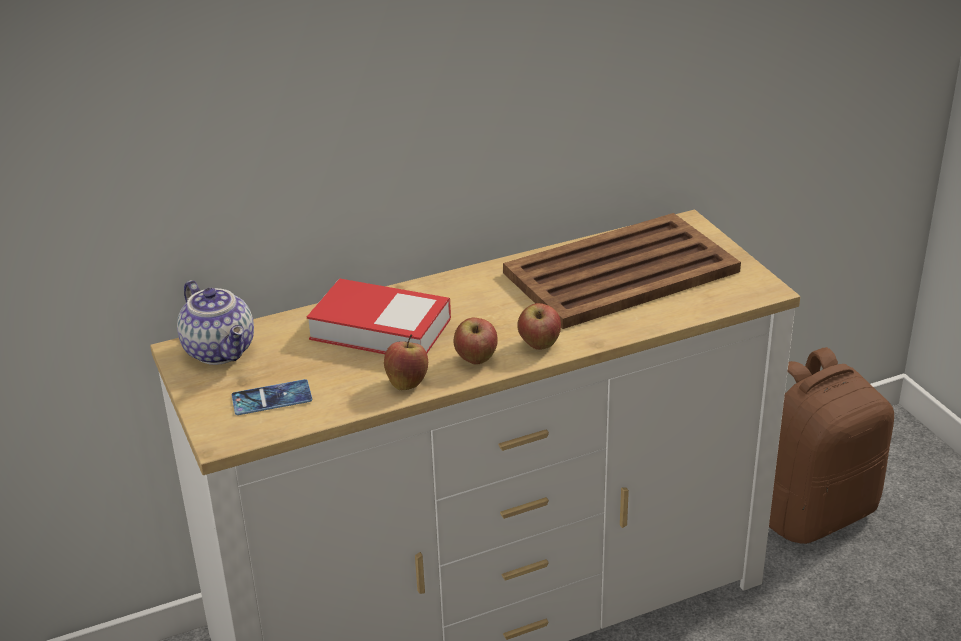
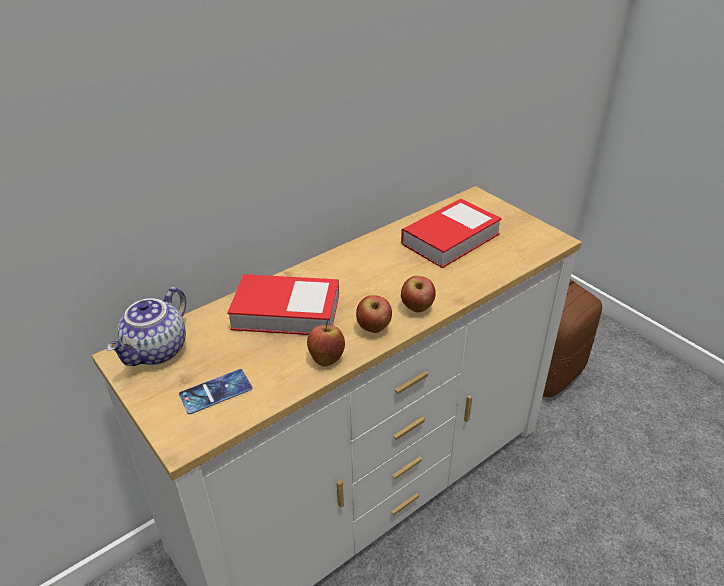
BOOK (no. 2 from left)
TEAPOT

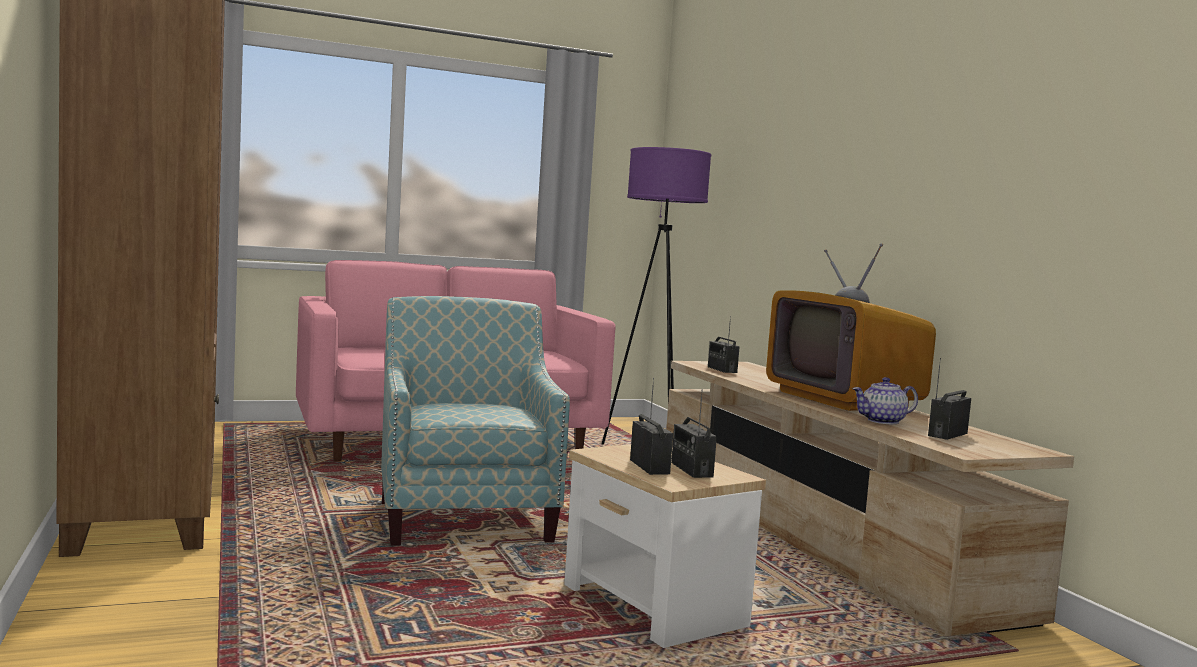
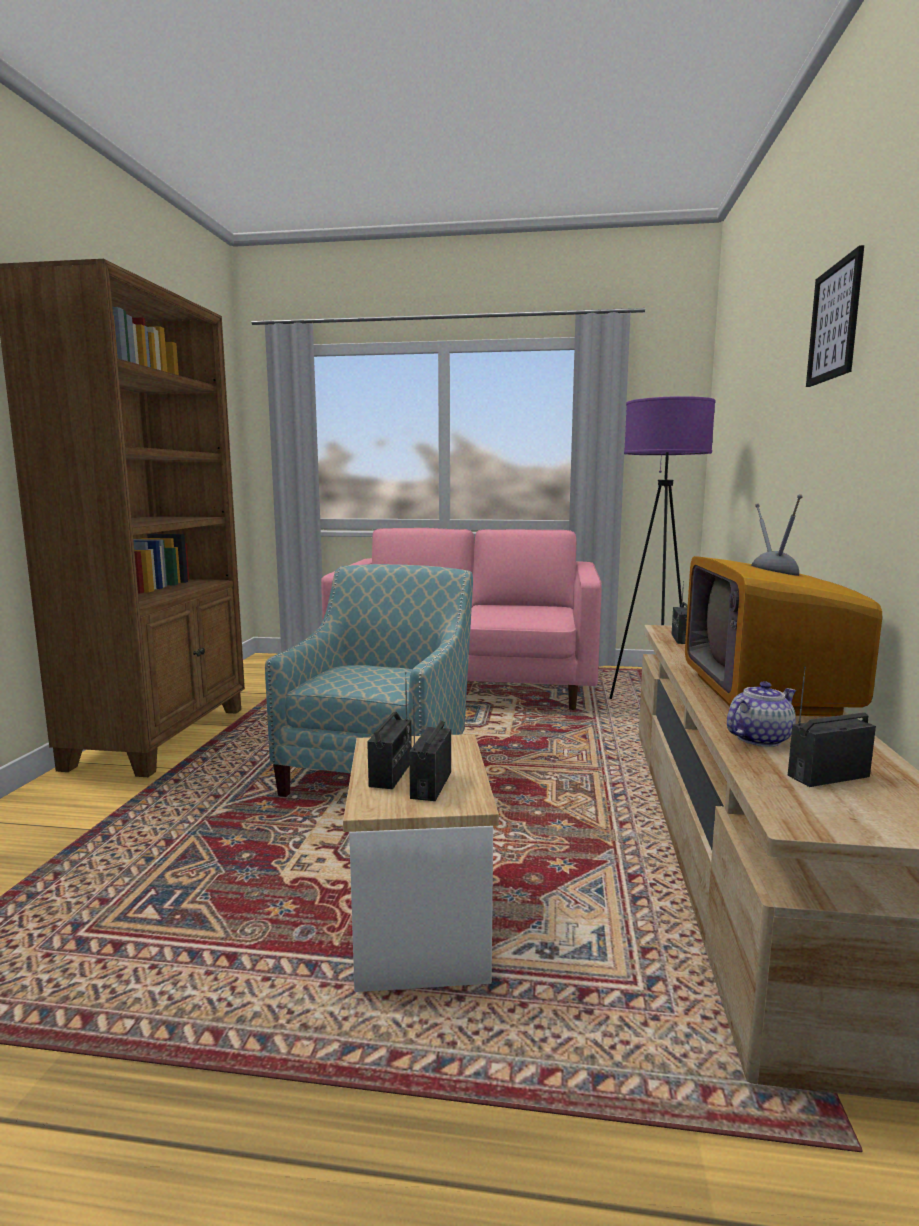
PICTURE
TEAPOT

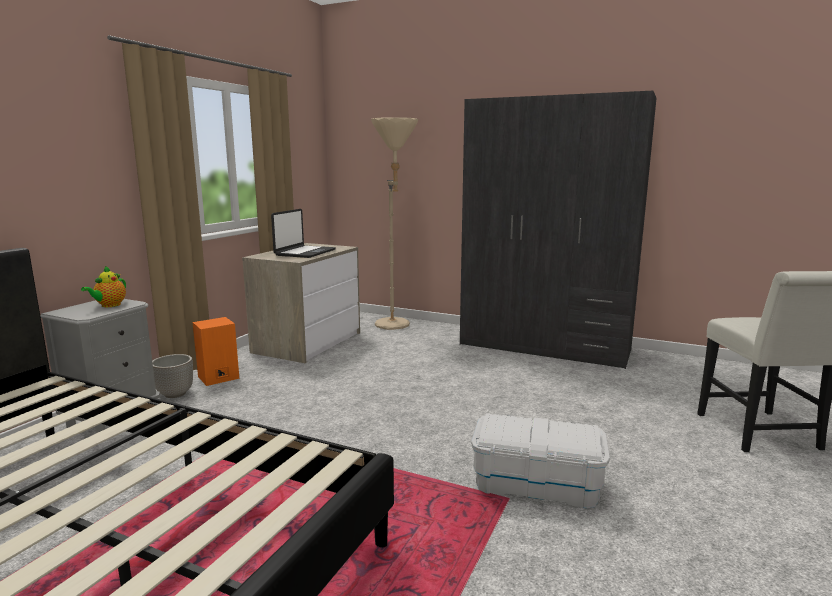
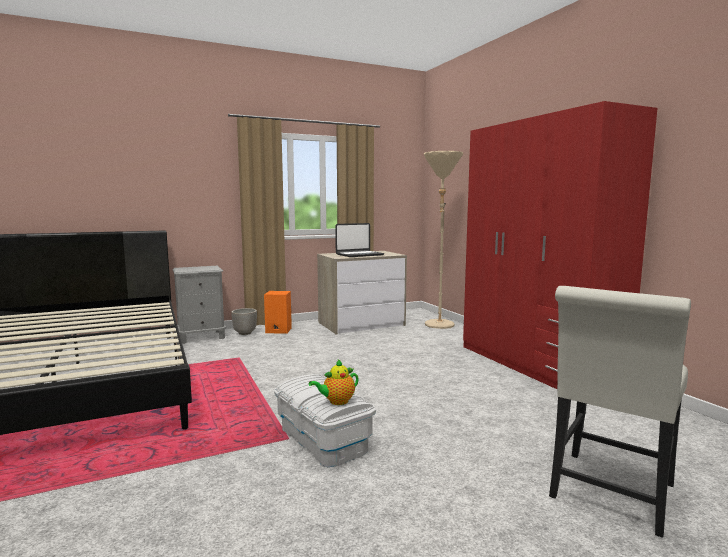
TEAPOT
RED WARDROBE

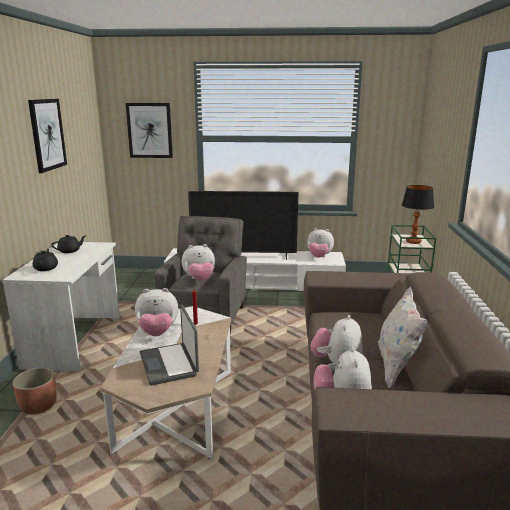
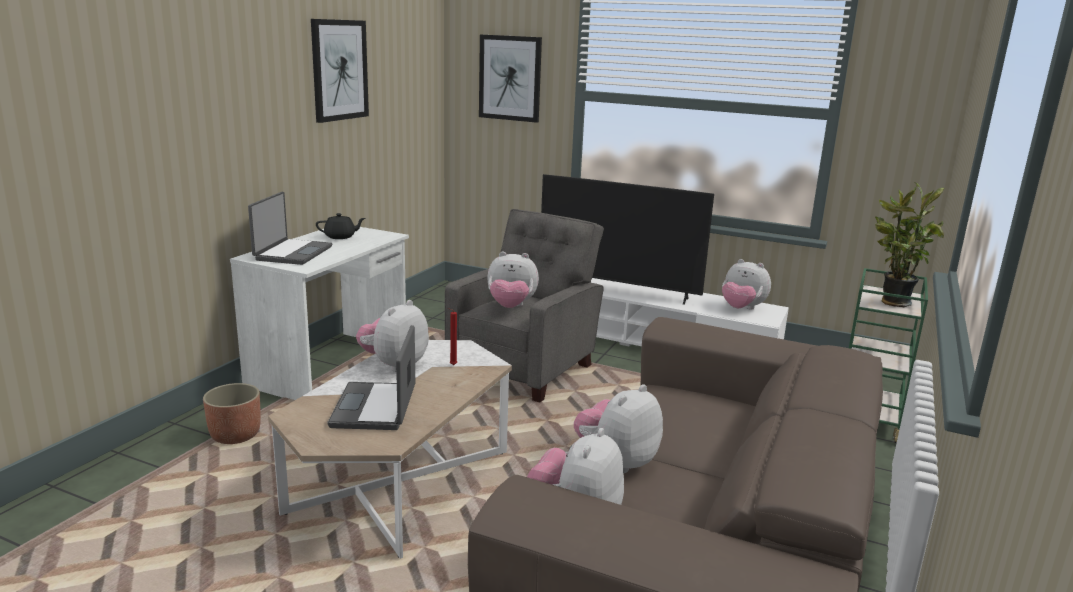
WHITE PILLOW
LAPTOP (no. 1 from left)
POTTED PLANT
PLUSH TOY (no. 1 from left)

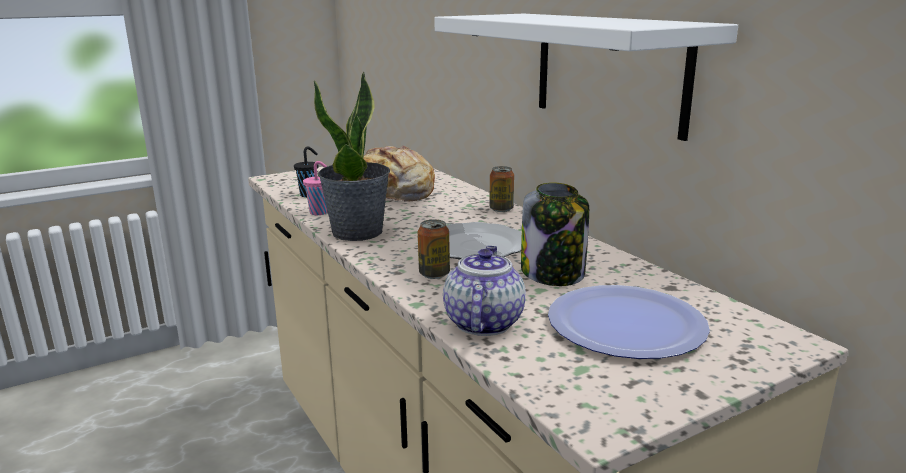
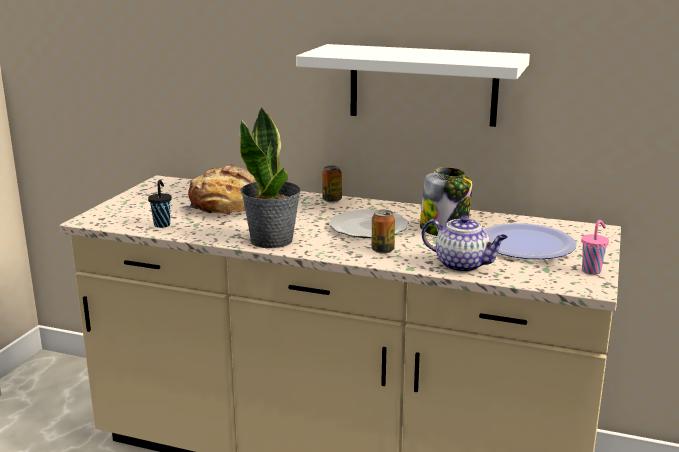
PINK CUP
TEAPOT

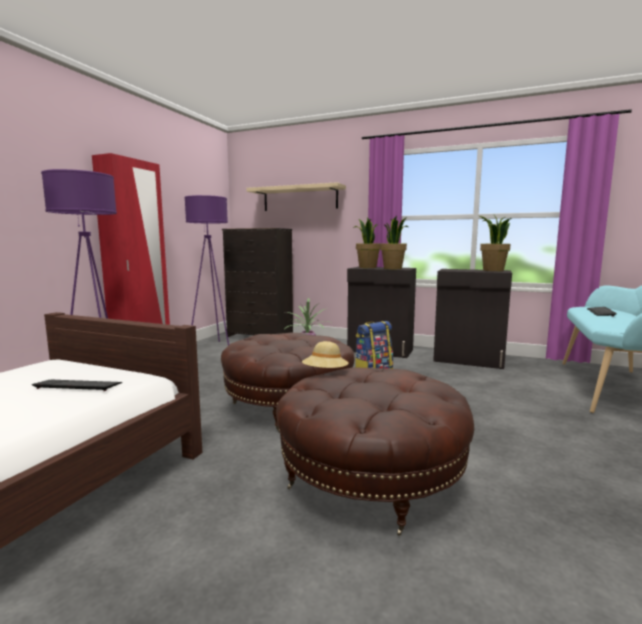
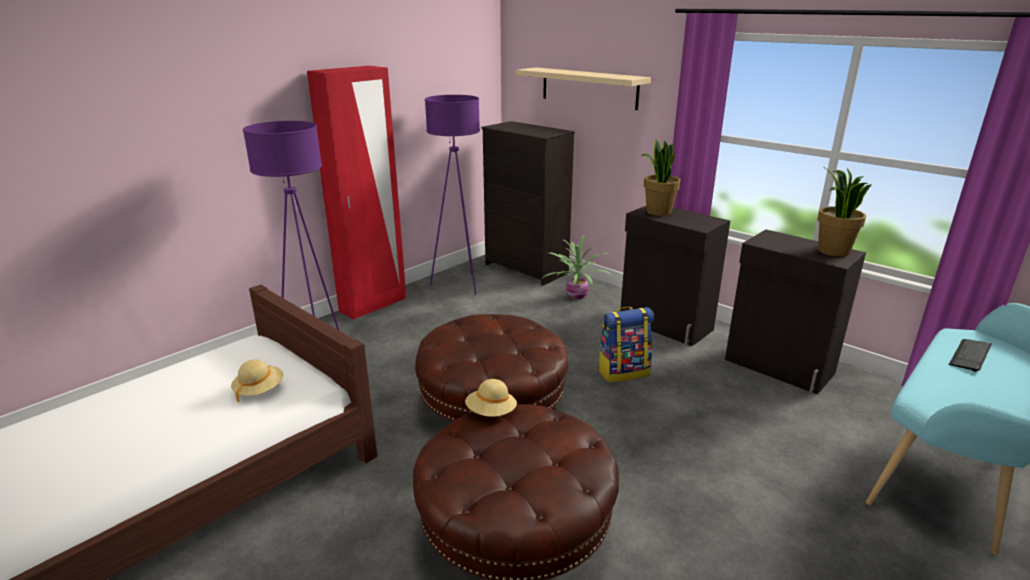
POTTED PLANT (no. 3 from left in the first image)
BEIGE HAT (no. 1 from left)

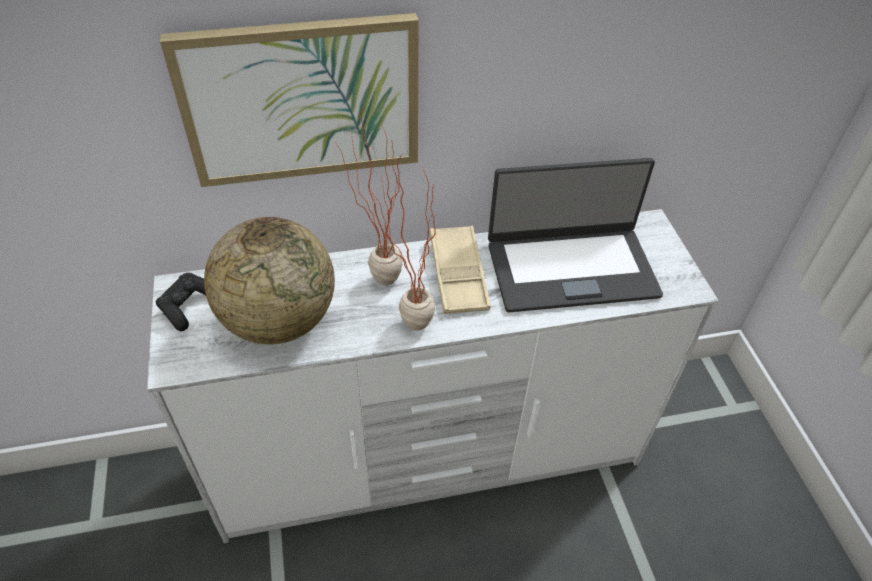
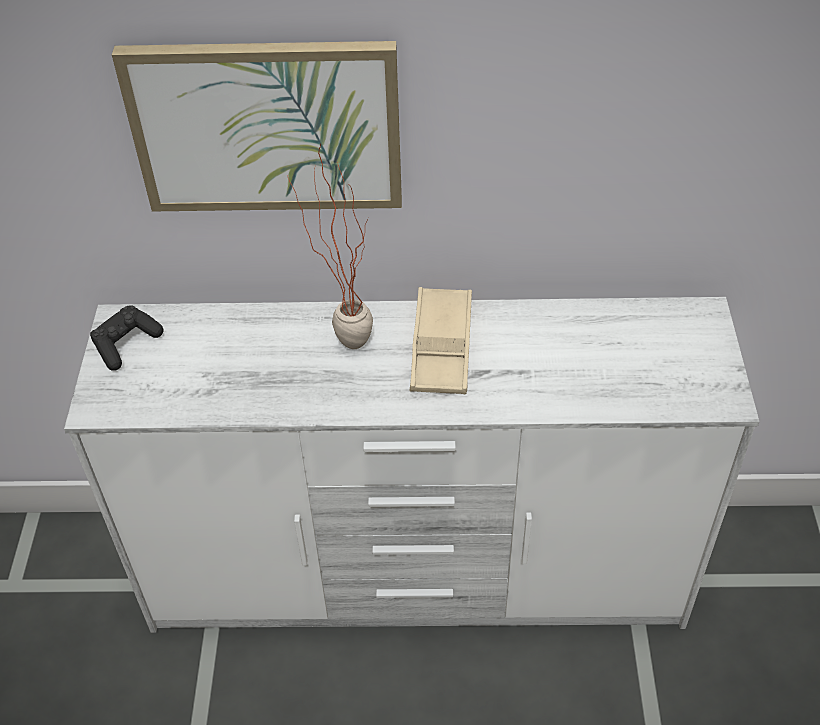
GLOBE
POTTED PLANT (no. 2 from left in the first image)
LAPTOP

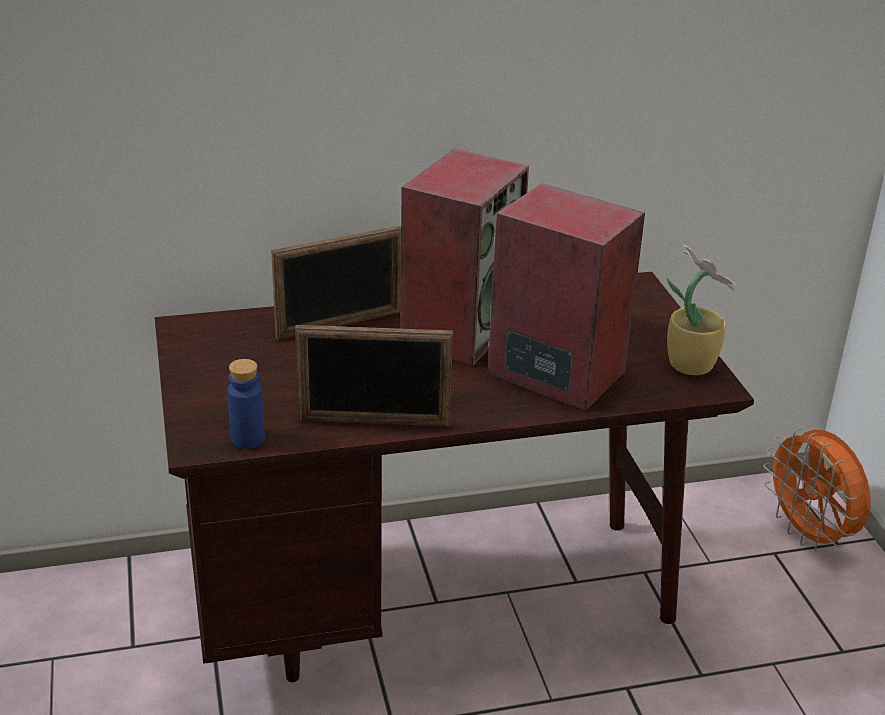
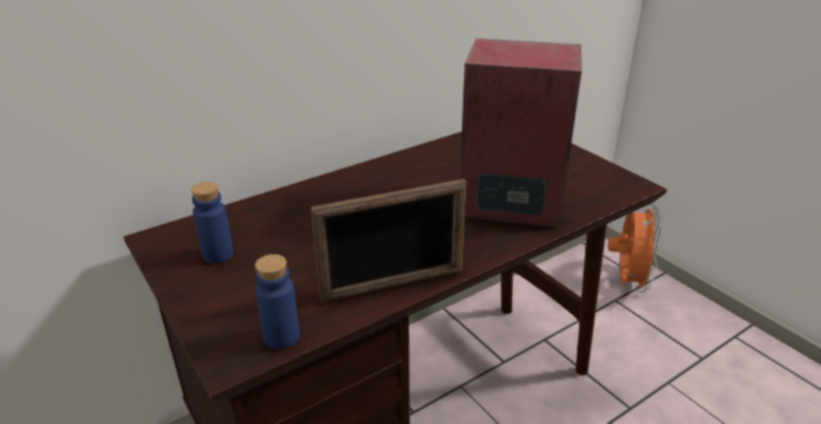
PICTURE FRAME (no. 1 from left in the first image)
SPEAKER (no. 1 from left in the first image)
POTTED PLANT
BLUE BOTTLE (no. 1 from left)
ORANGE FAN

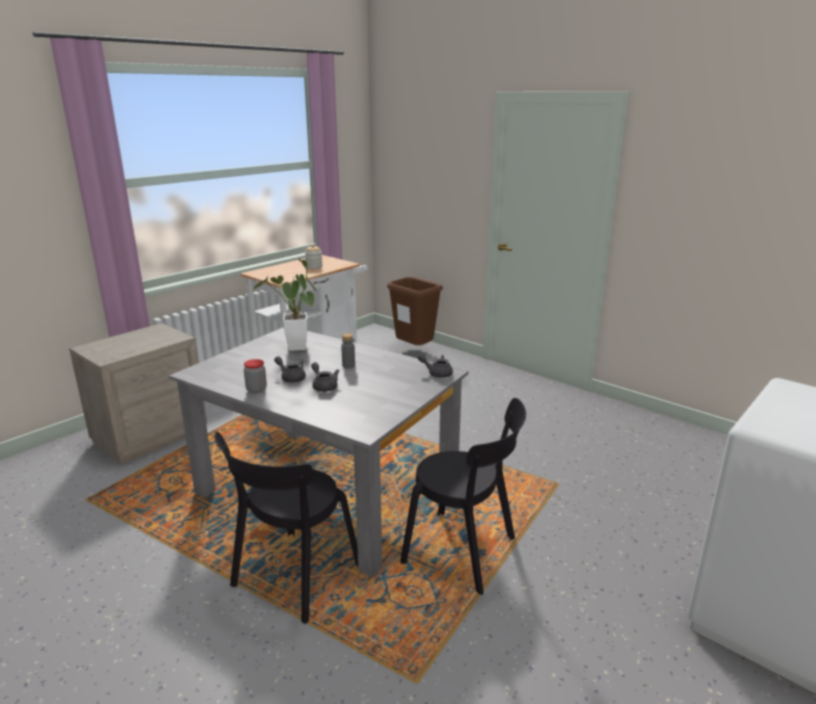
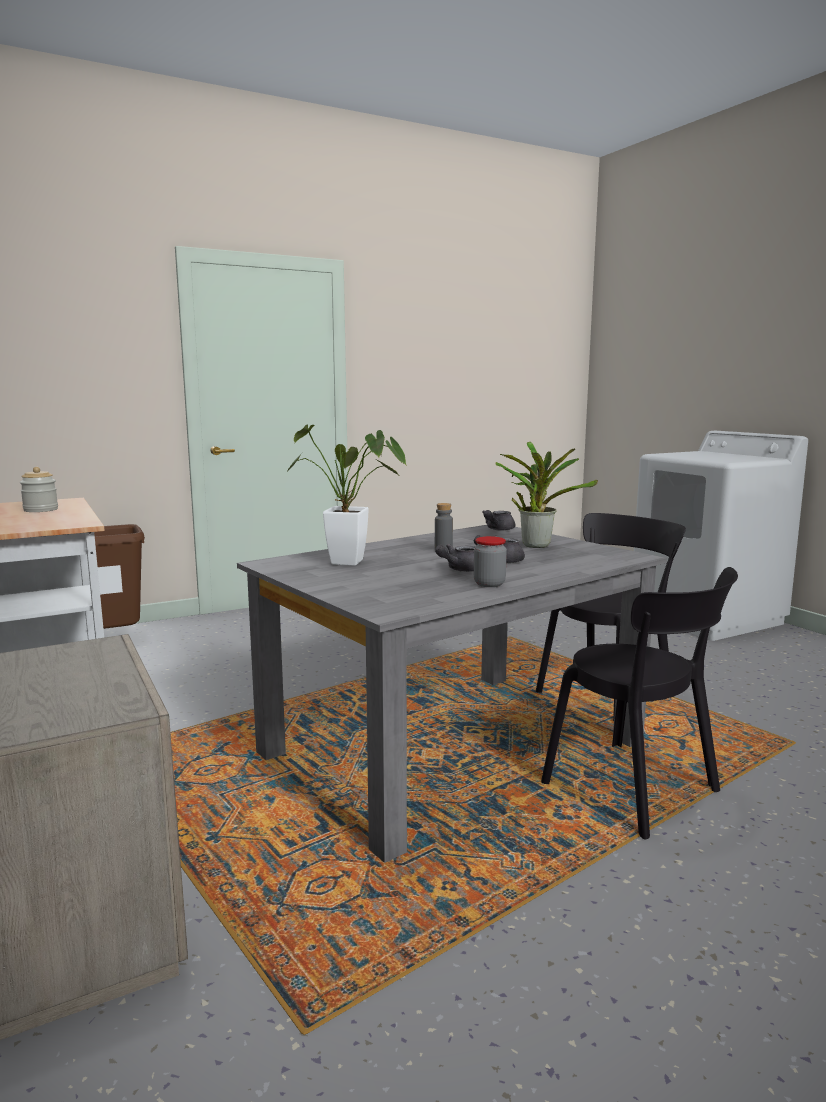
POTTED PLANT (no. 2 from left)

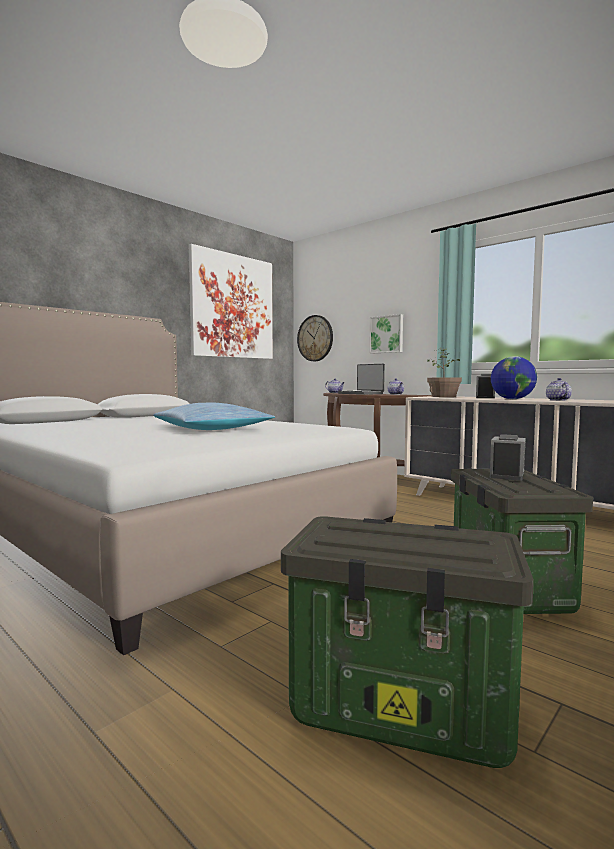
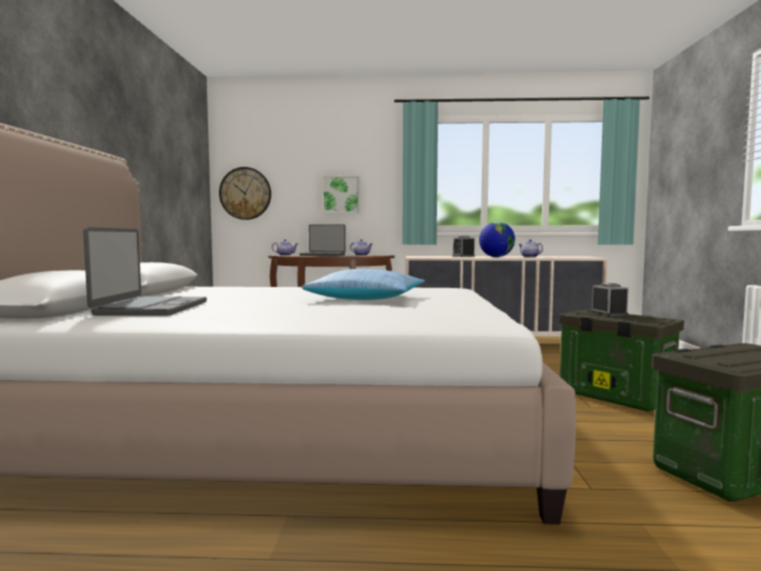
PICTURE (no. 1 from left in the first image)
POTTED PLANT
LAPTOP (no. 1 from left)

